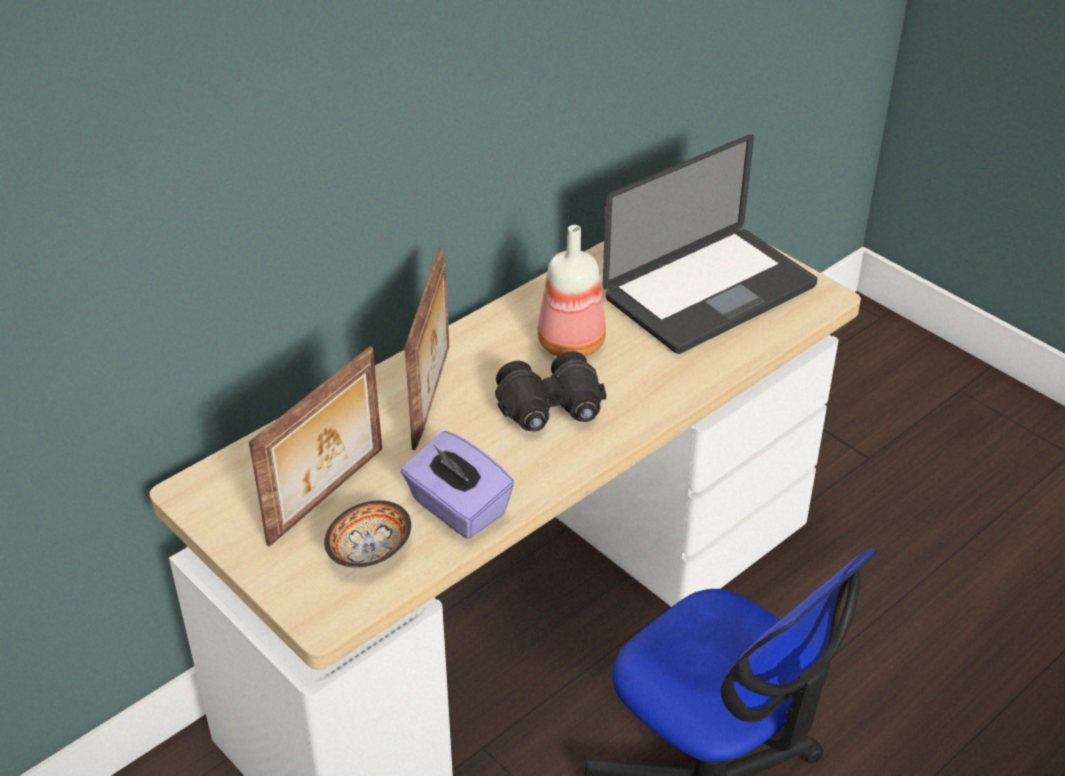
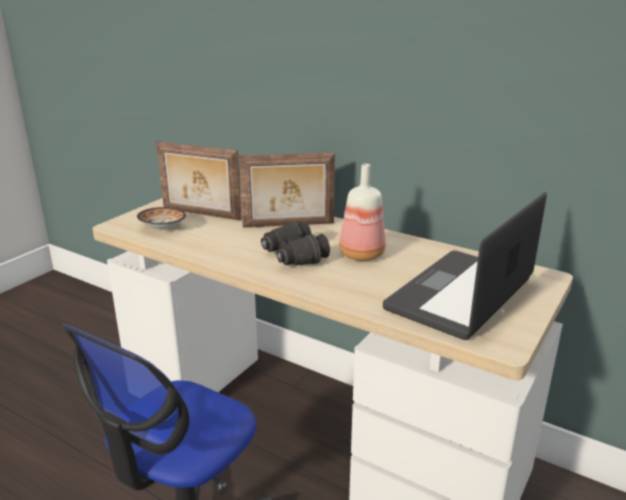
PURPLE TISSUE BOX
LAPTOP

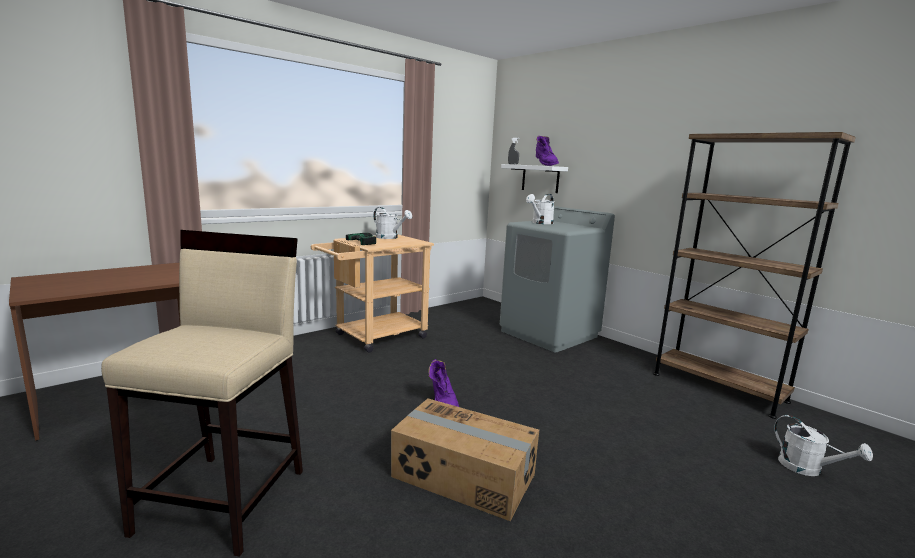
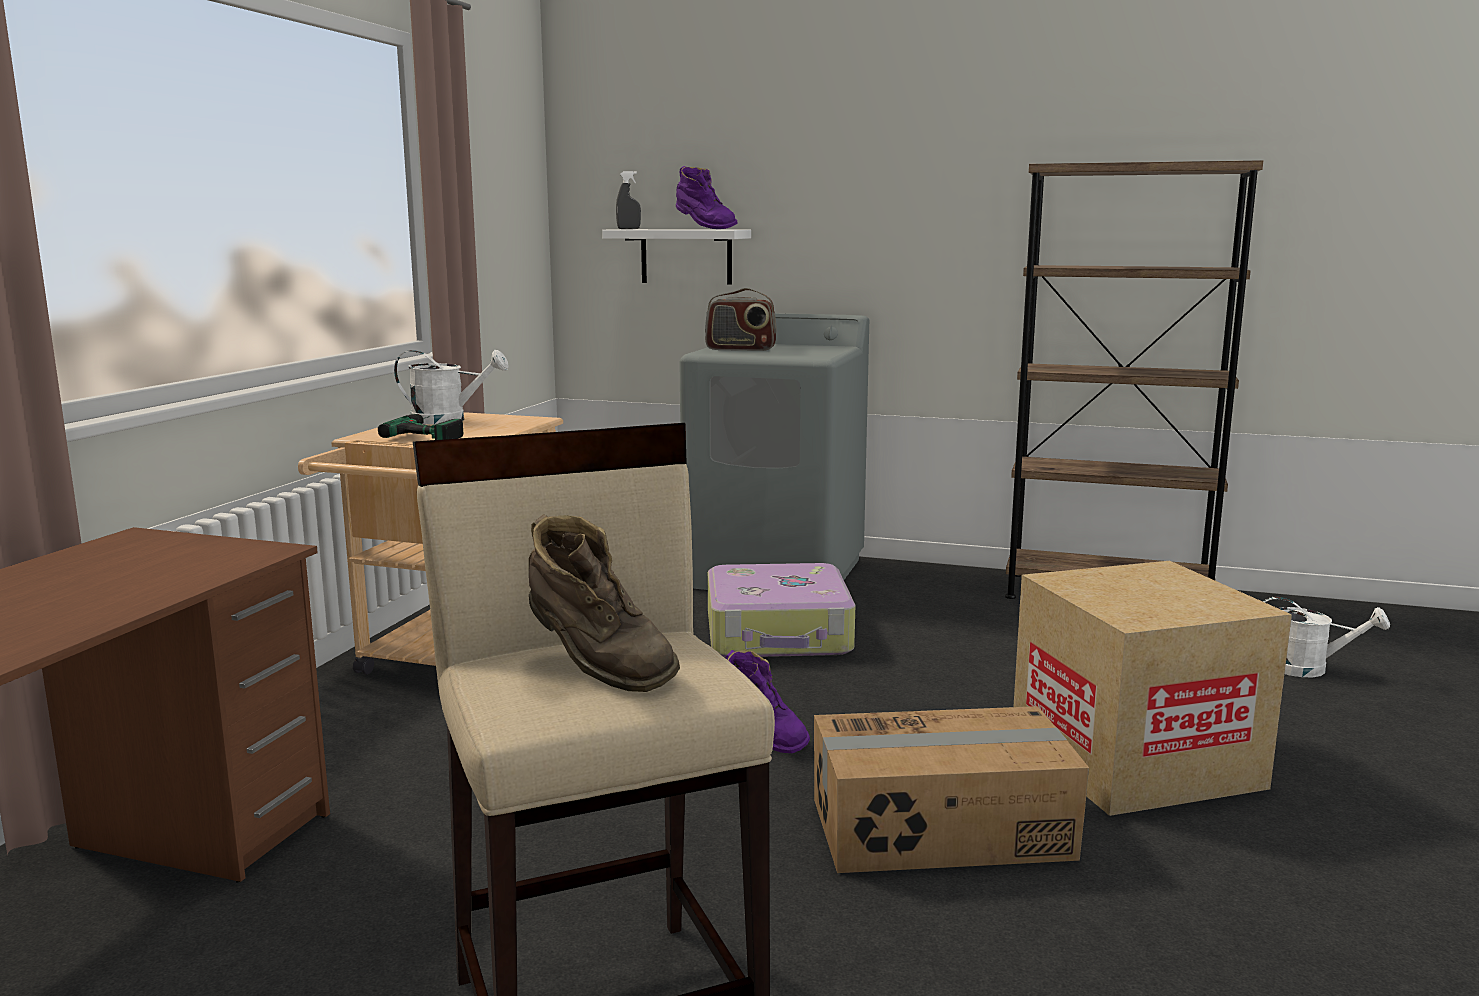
BROWN BOOT
SUITCASE
CARDBOARD BOX (no. 2 from left)
RADIO

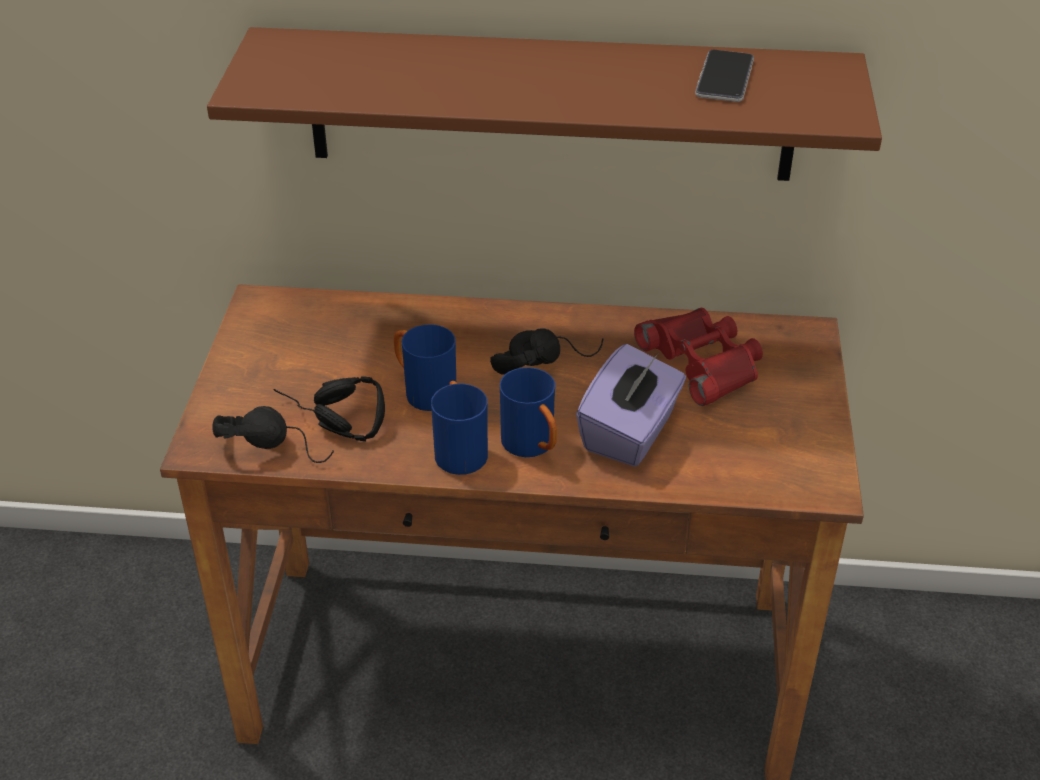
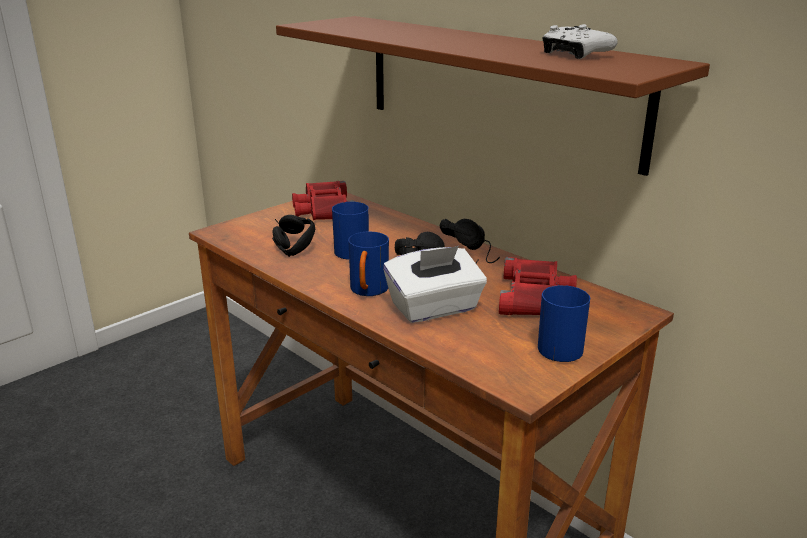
RED BINOCULARS (no. 1 from left)
BLACK HEADPHONES (no. 3 from left)
BLUE MUG (no. 3 from left)
WHITE GAME CONTROLLER
WHITE TISSUE BOX

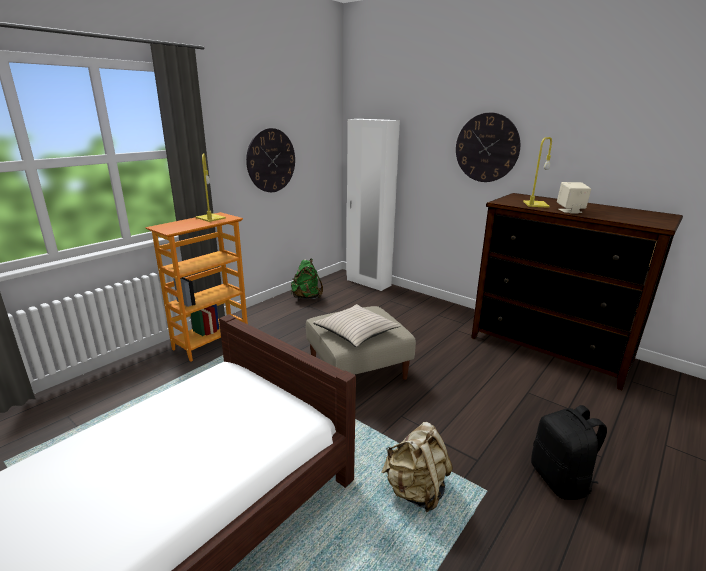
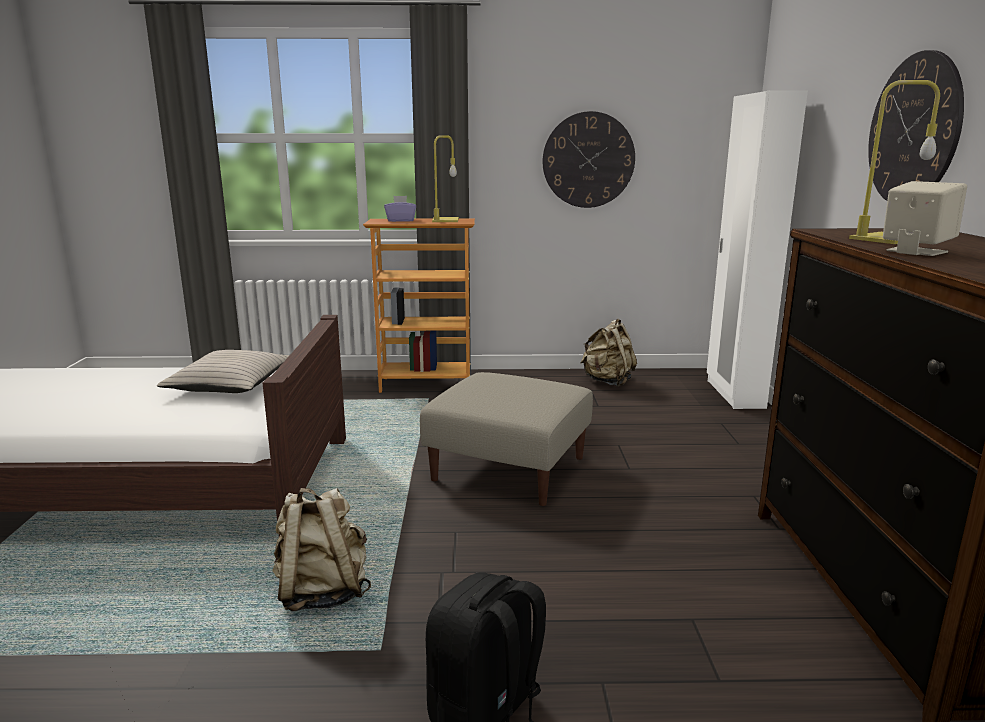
PURPLE TISSUE BOX
BEIGE PILLOW
BEIGE BACKPACK (no. 2 from left)

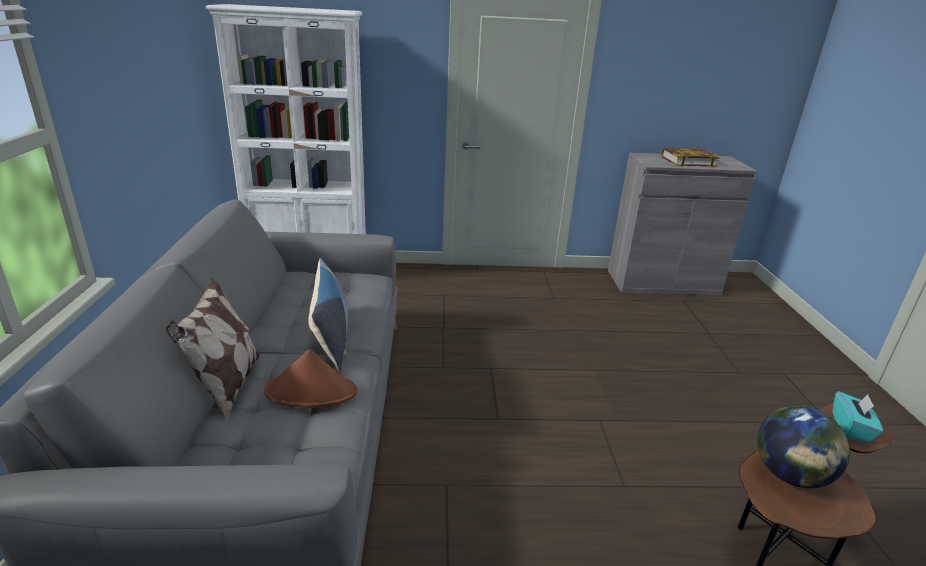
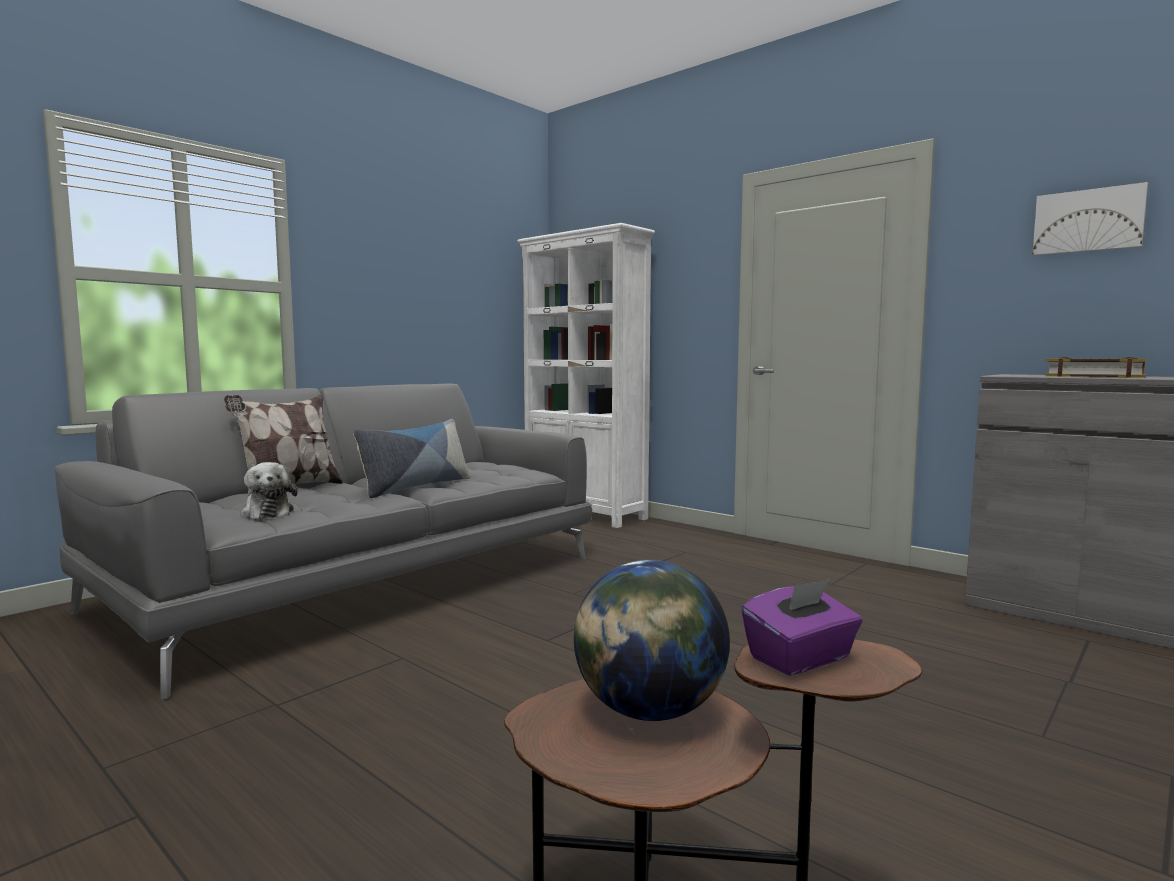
BROWN HAT
PLUSH TOY
PICTURE
PURPLE TISSUE BOX

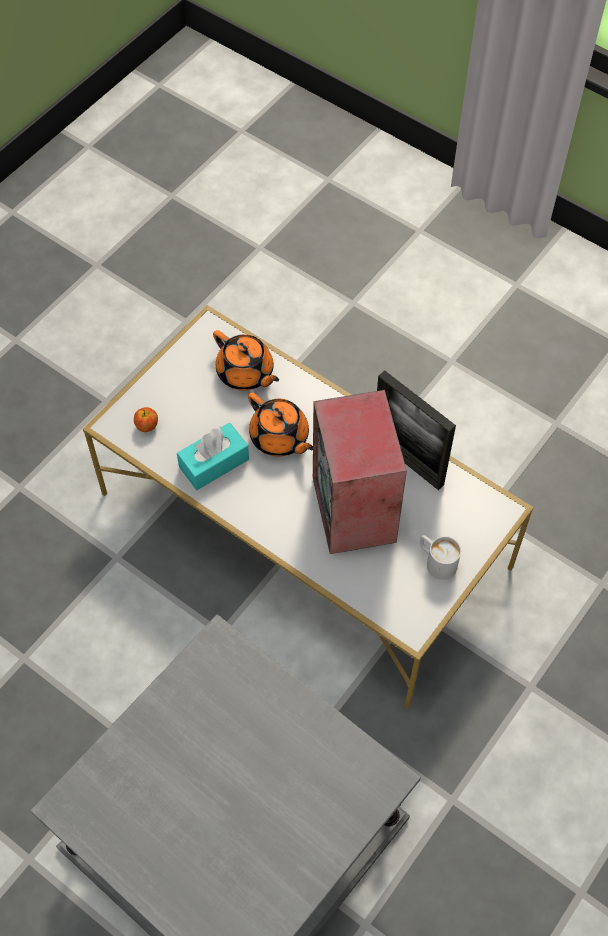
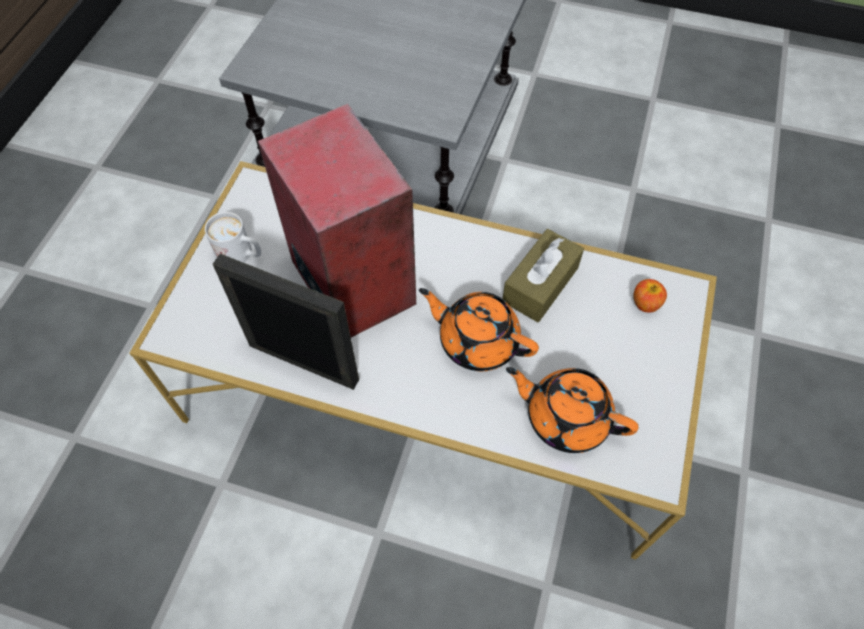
BROWN TISSUE BOX

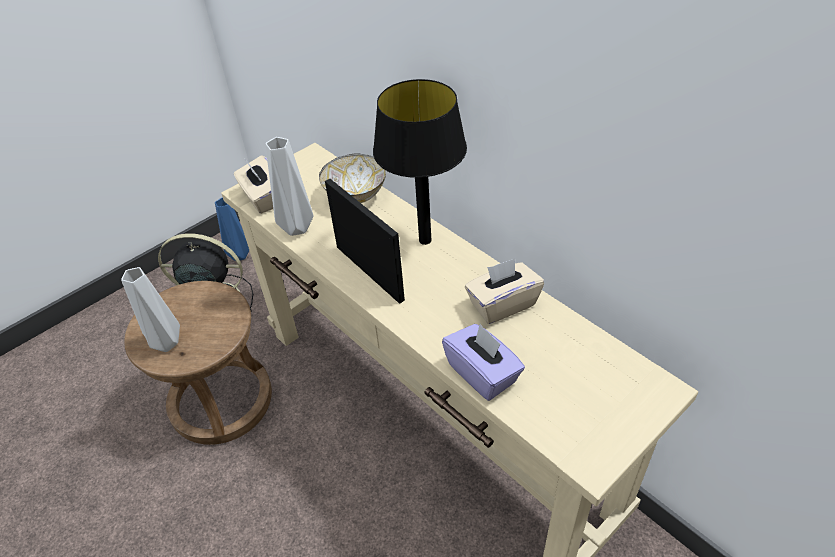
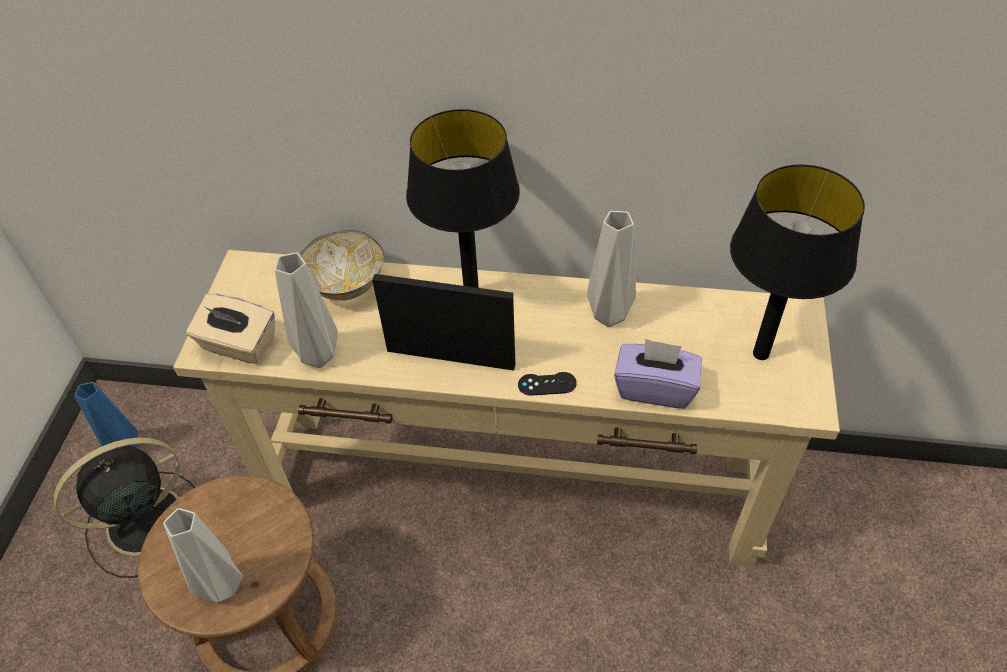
BLACK GAME CONTROLLER
BLACK TABLE LAMP (no. 2 from left)
GREY VASE (no. 3 from left)

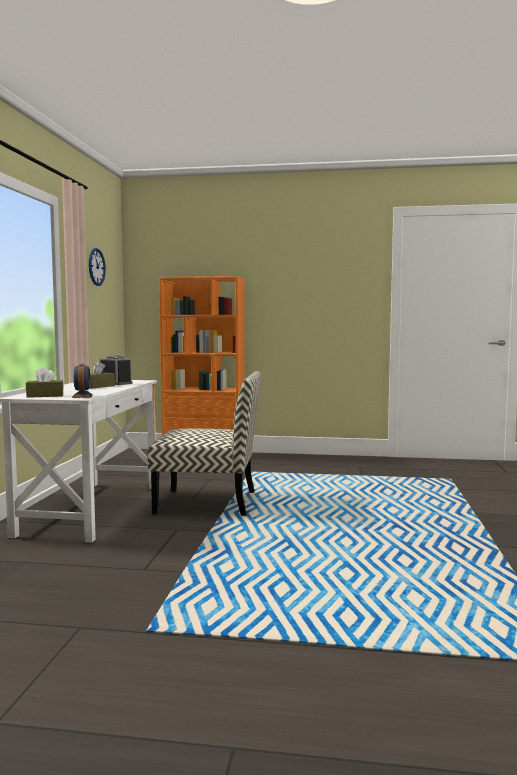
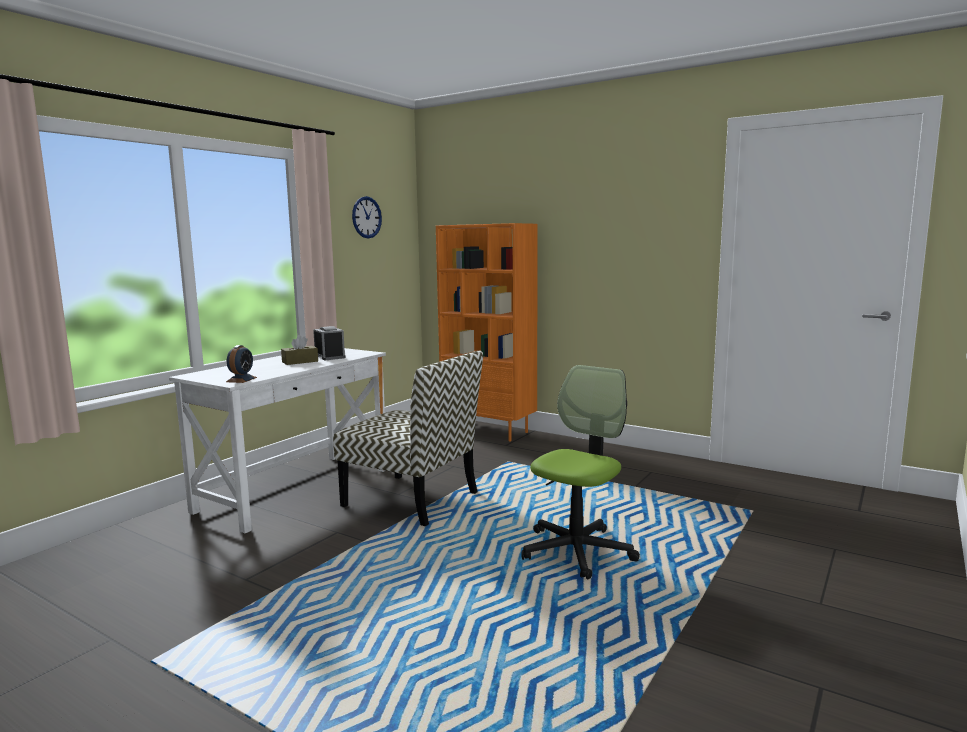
BROWN TISSUE BOX (no. 1 from left in the first image)
OFFICE CHAIR

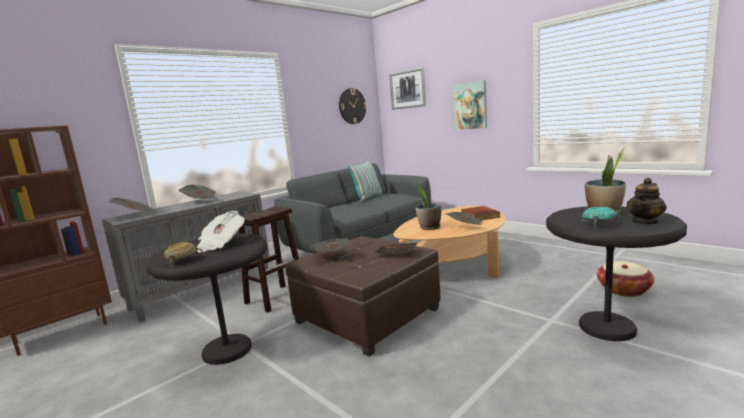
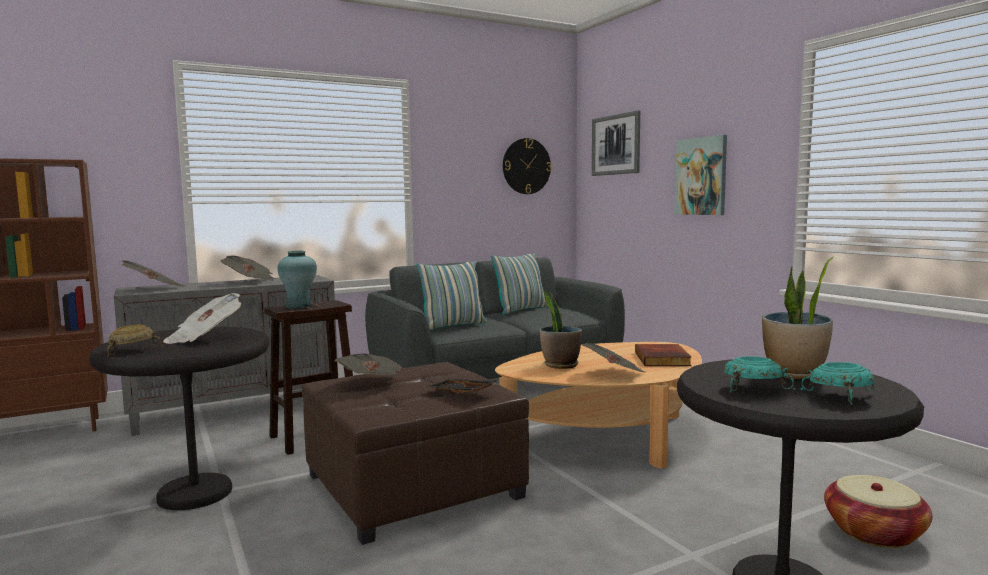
TURQUOISE VASE
PILLOW (no. 1 from left)
TURQUOISE BOWL (no. 2 from left)

